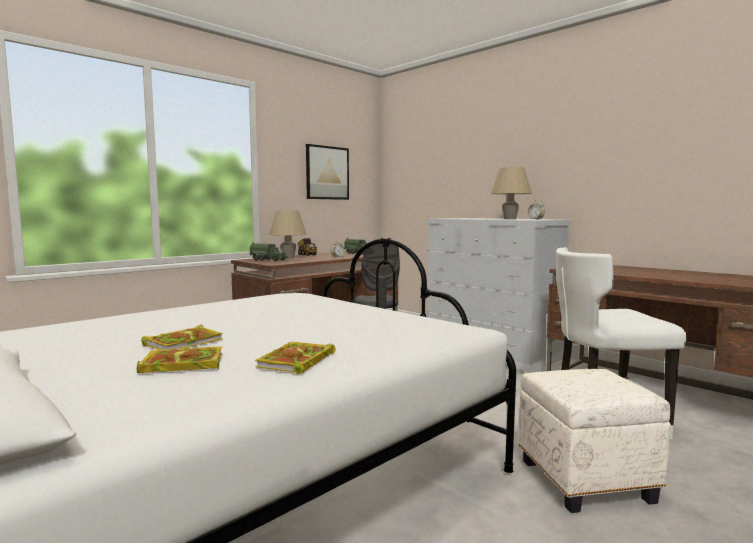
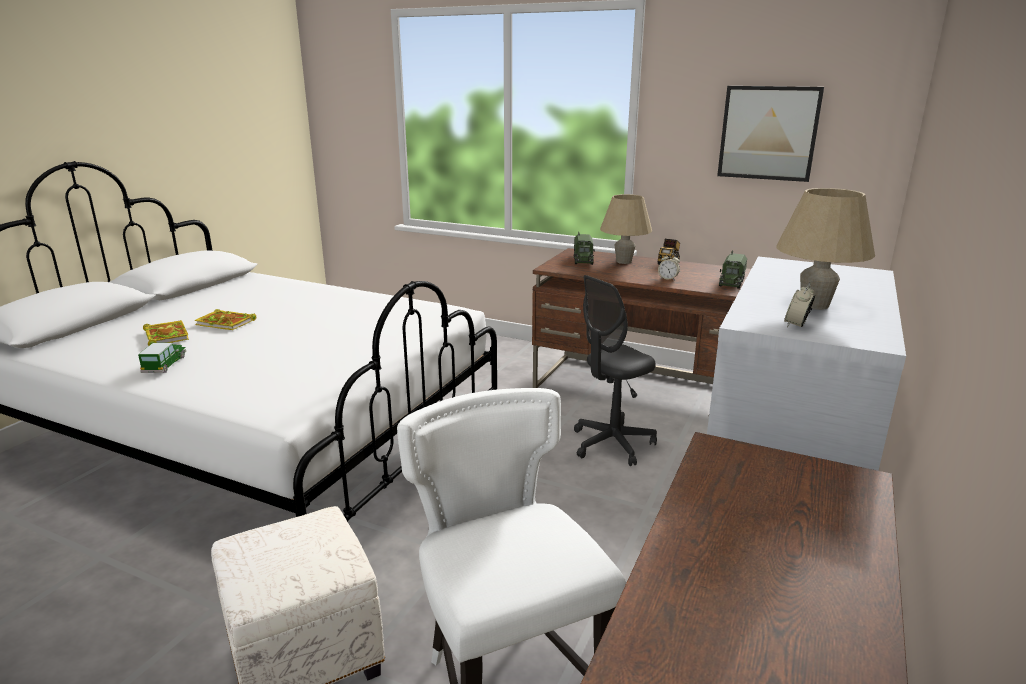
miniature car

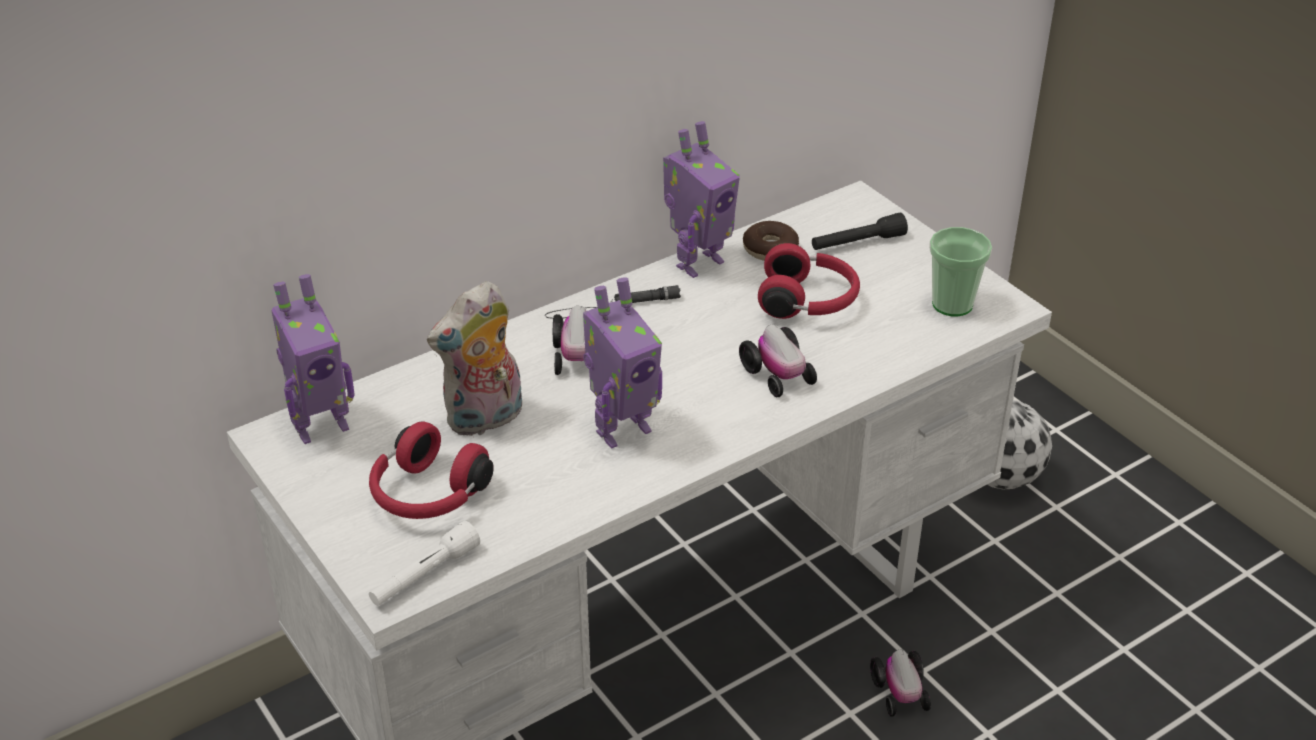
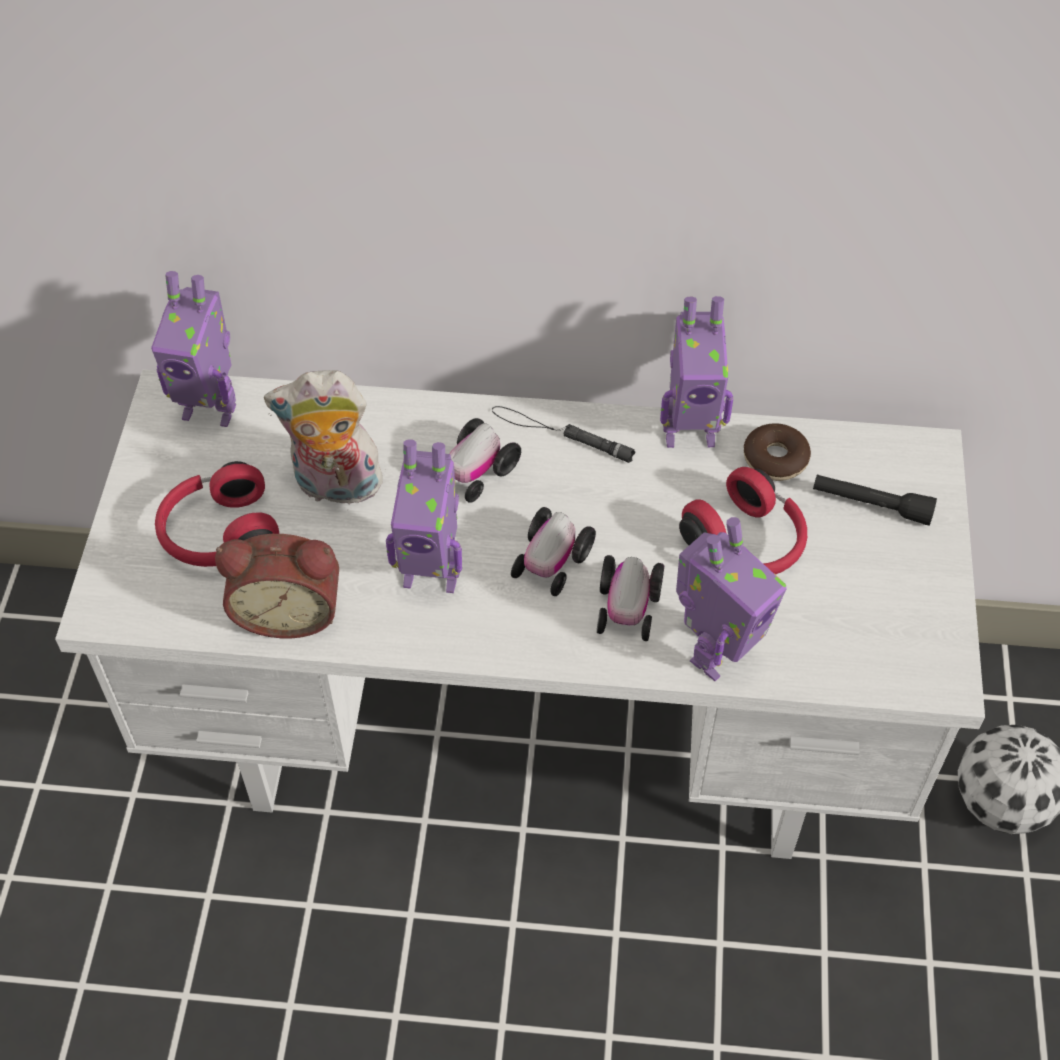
cup; whitish torch; miniature car (2nd from left); robot figure (4th from left); table clock

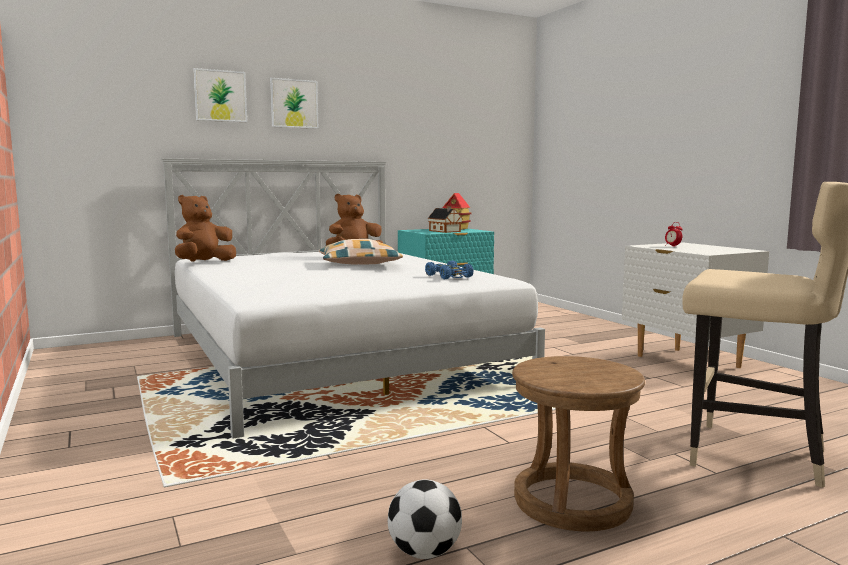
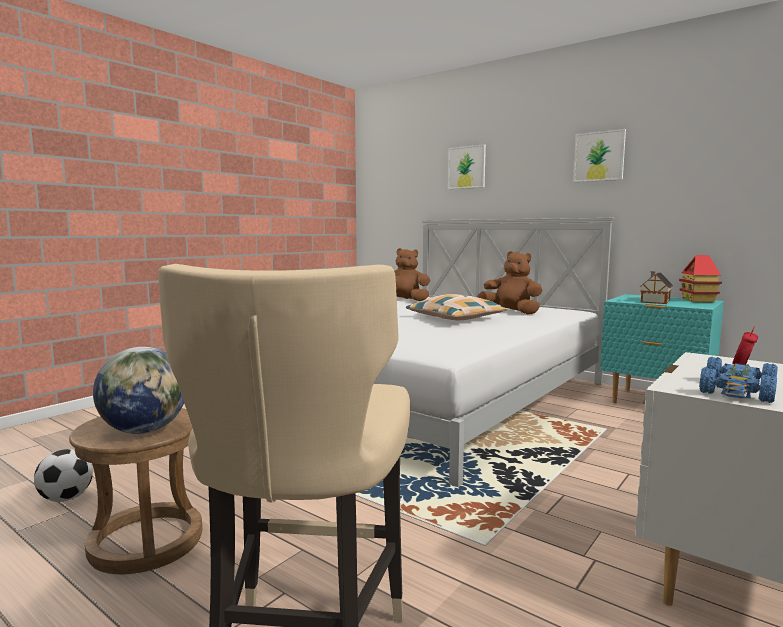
picture (2nd from left); blue-coloured miniature car; desk globe

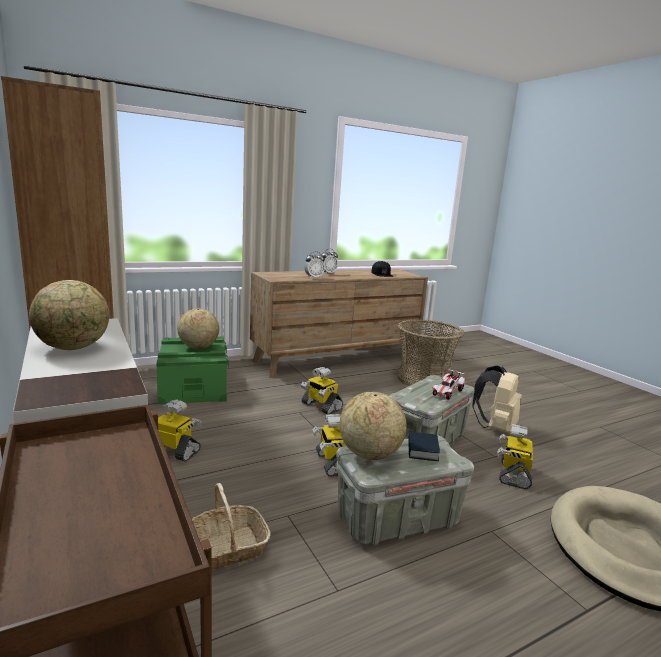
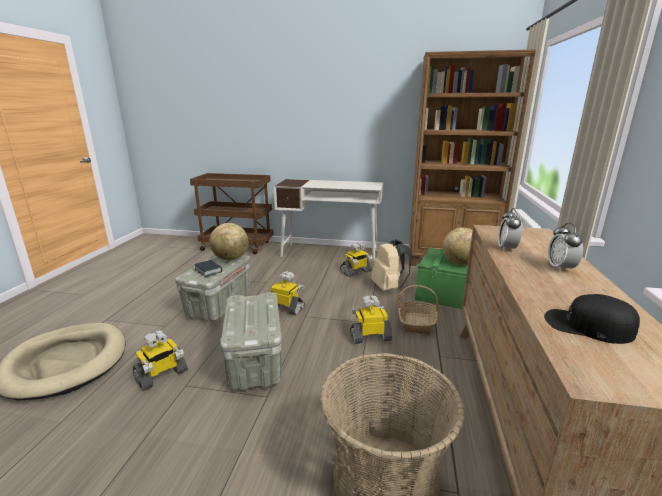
desk globe (1st from left in the first image); beige-coloured knapsack; miniature car; robot figure (1st from left); storage basket (2nd from left)

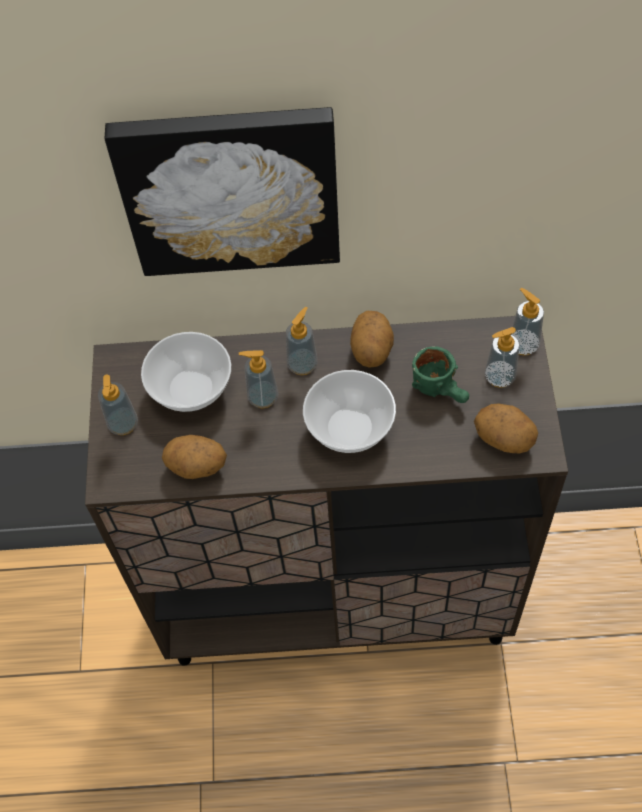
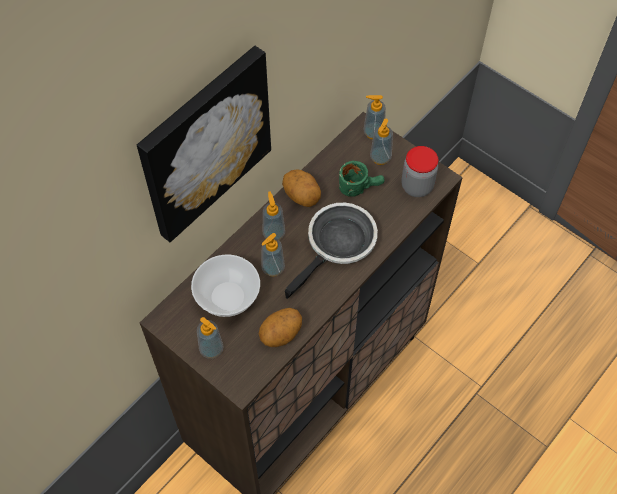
skillet; jar

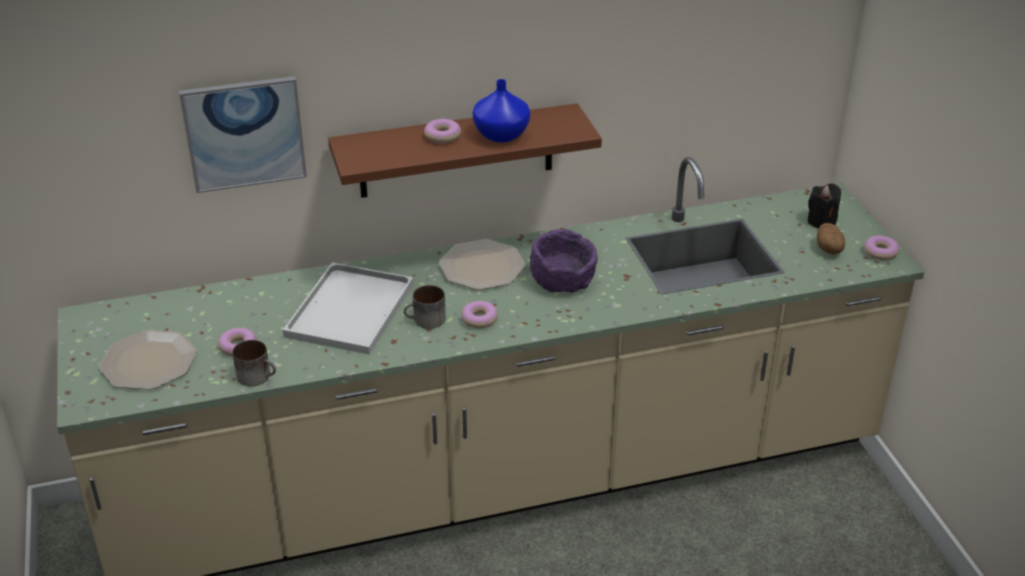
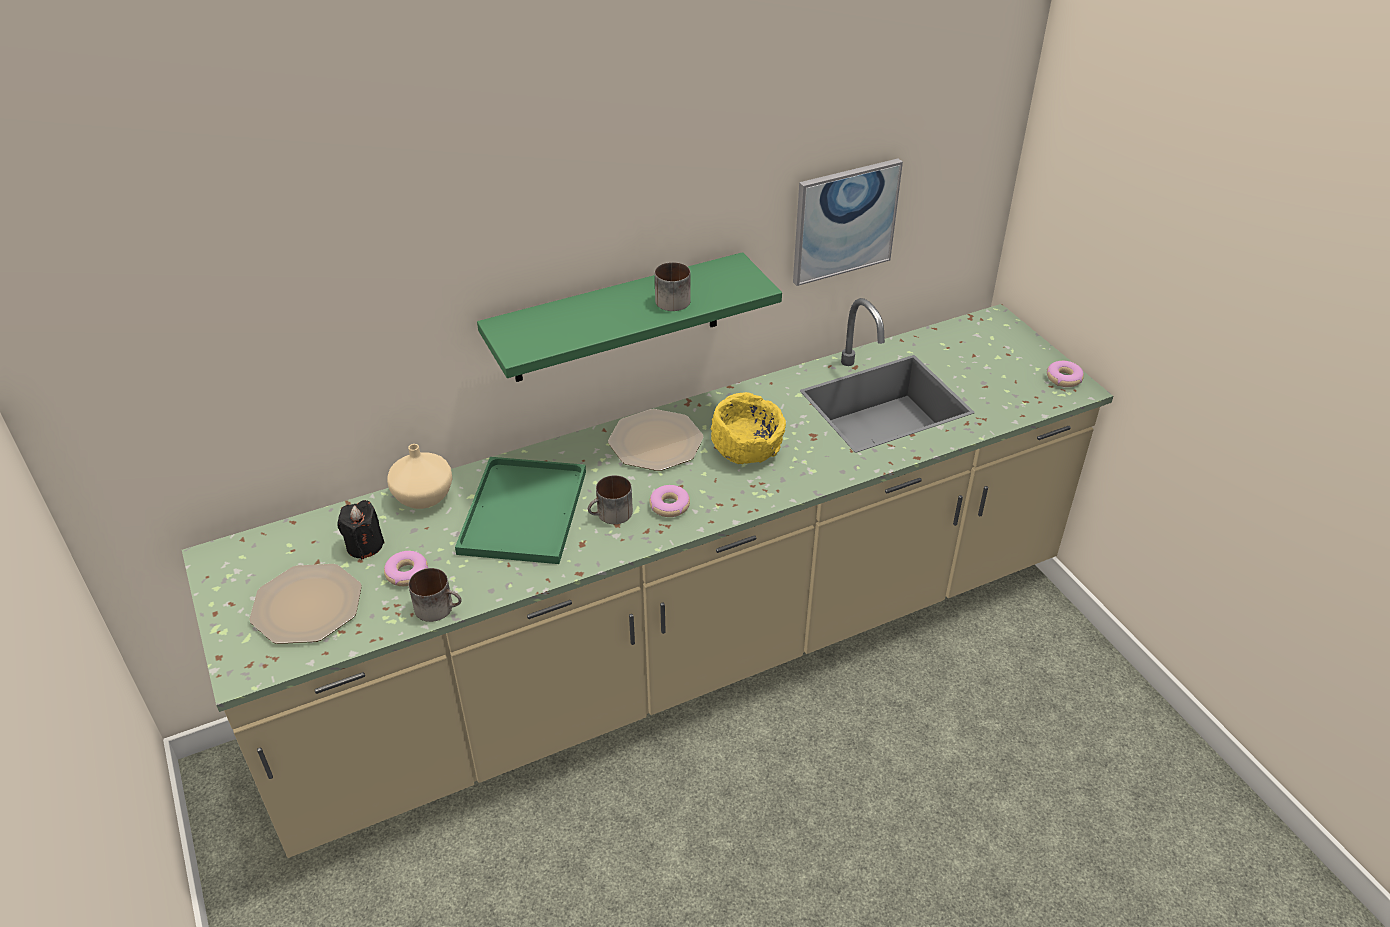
picture; coffee mug (3rd from left); green wall shelf; doughnut (2nd from left in the first image); black wax light; whole potato; yellow-coloured serving bowl; green carrying tray; beige-coloured decorative vase

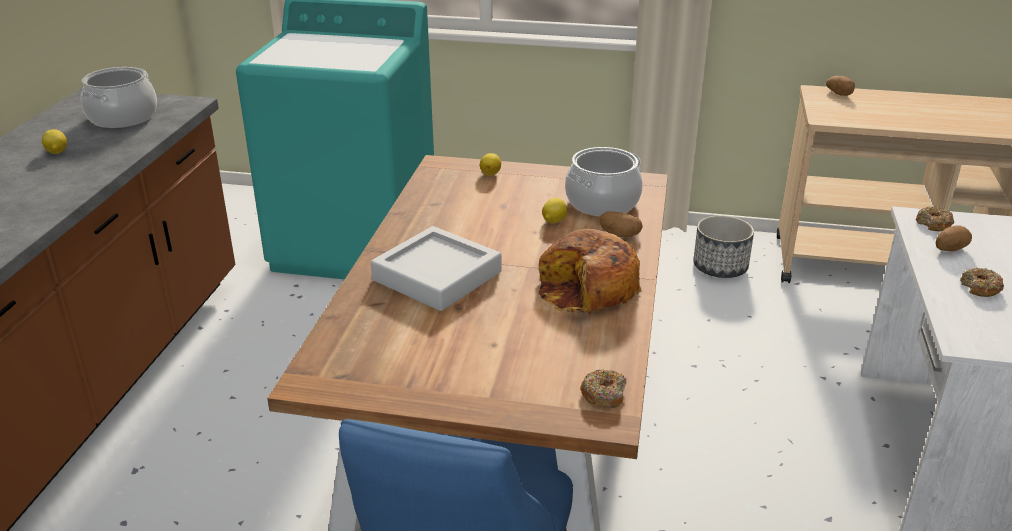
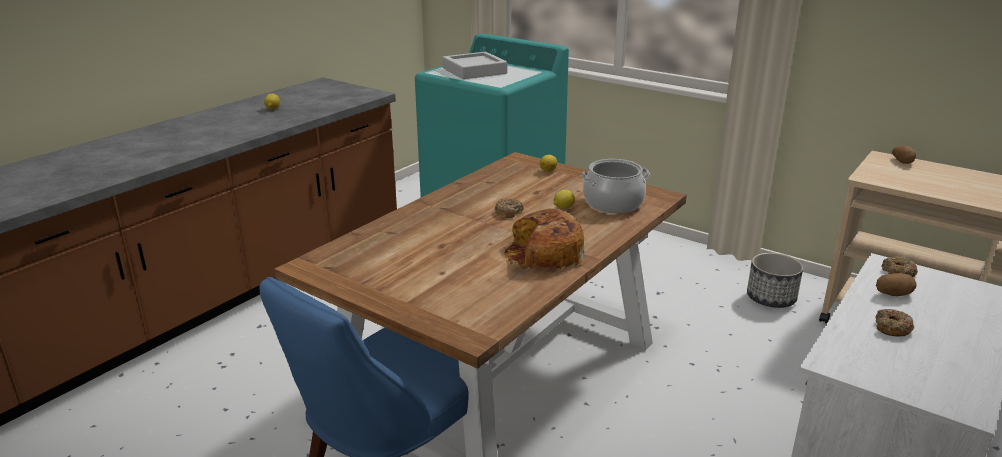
cooking pot (1st from left in the first image); whole potato (1st from left in the first image); gray carrying tray; doughnut (1st from left)

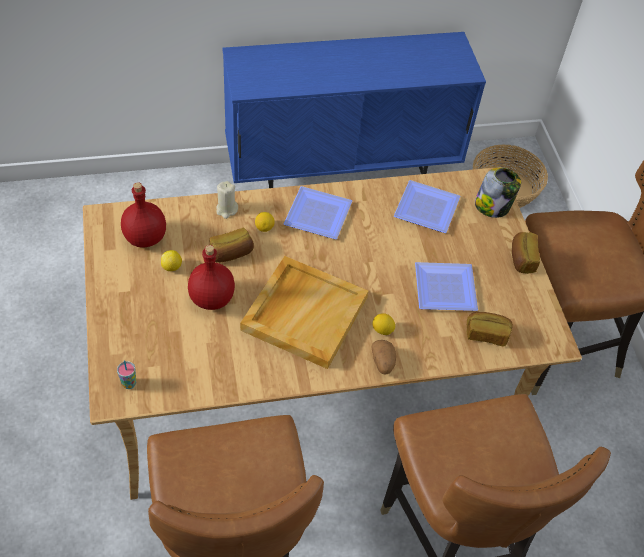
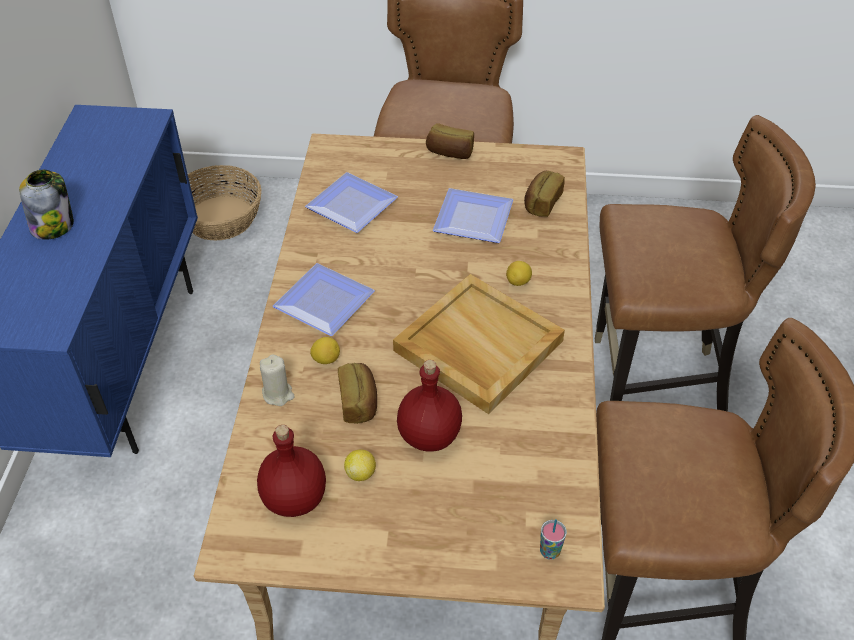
jar; whole potato

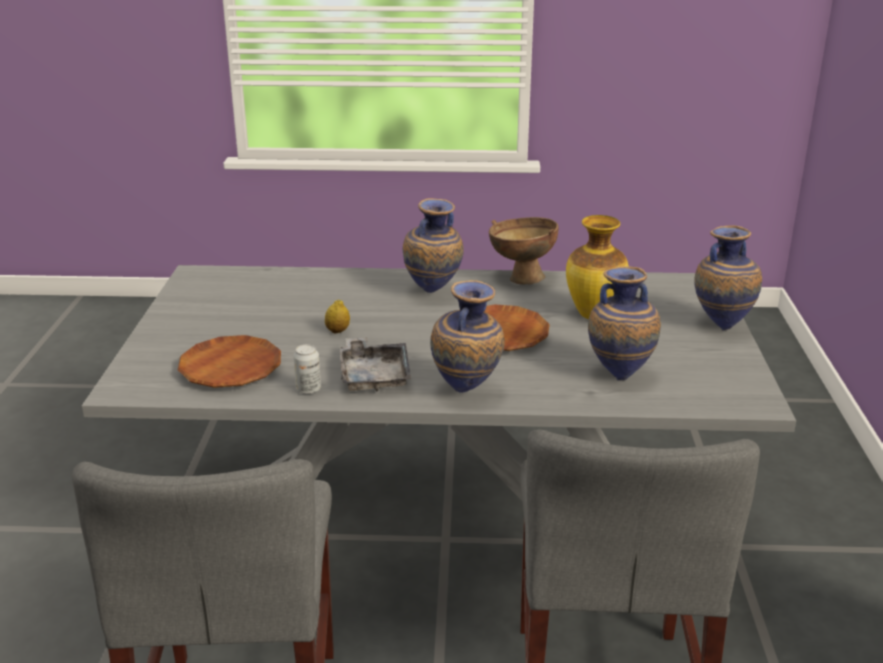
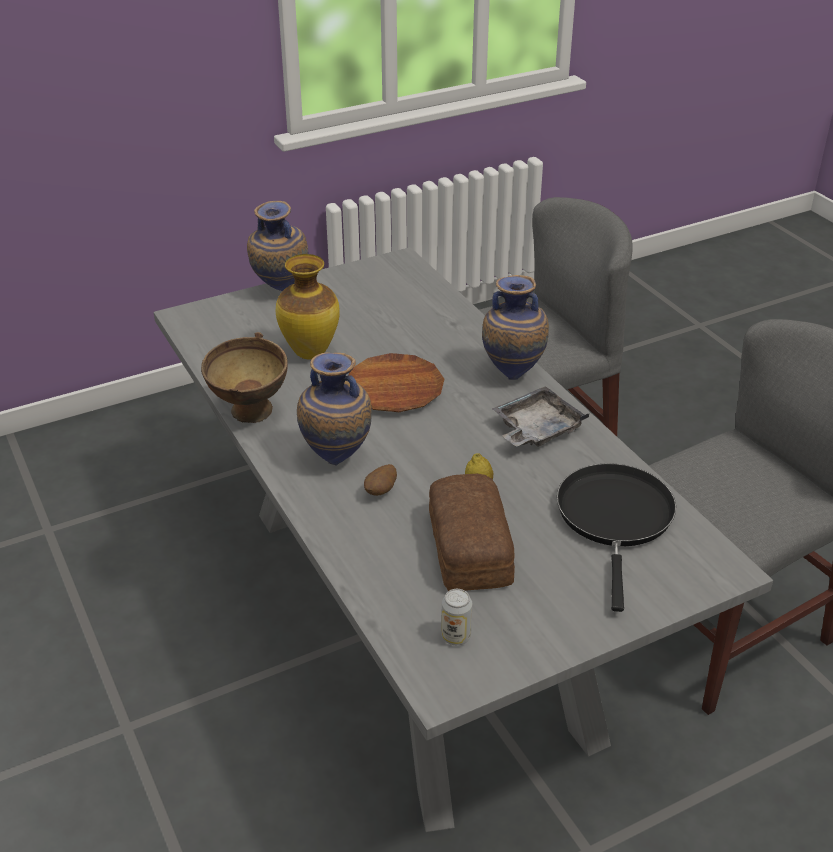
decorative vase (4th from left in the first image); black skillet; metal can; whole potato; bread

